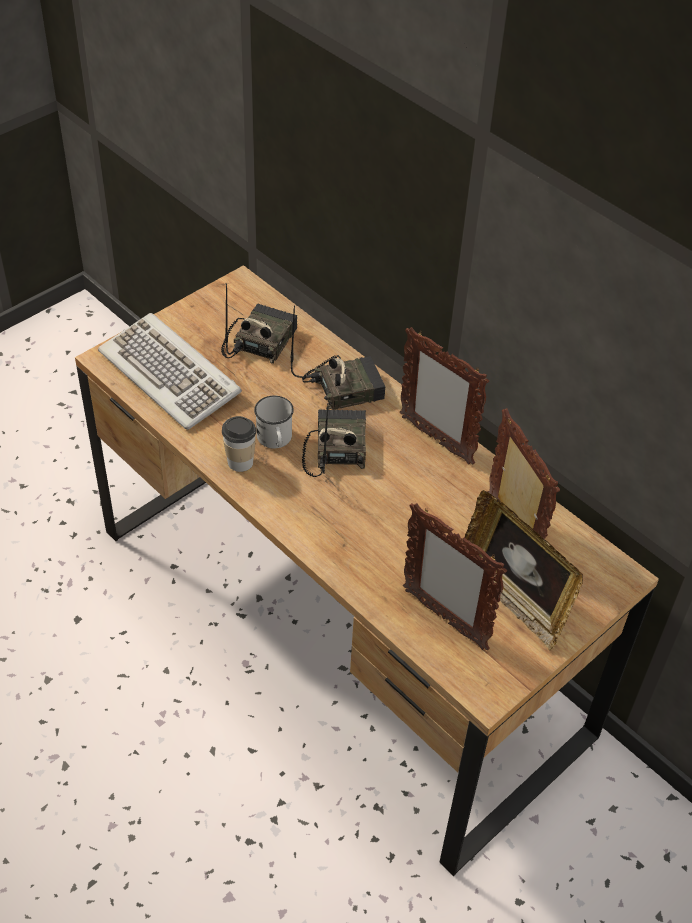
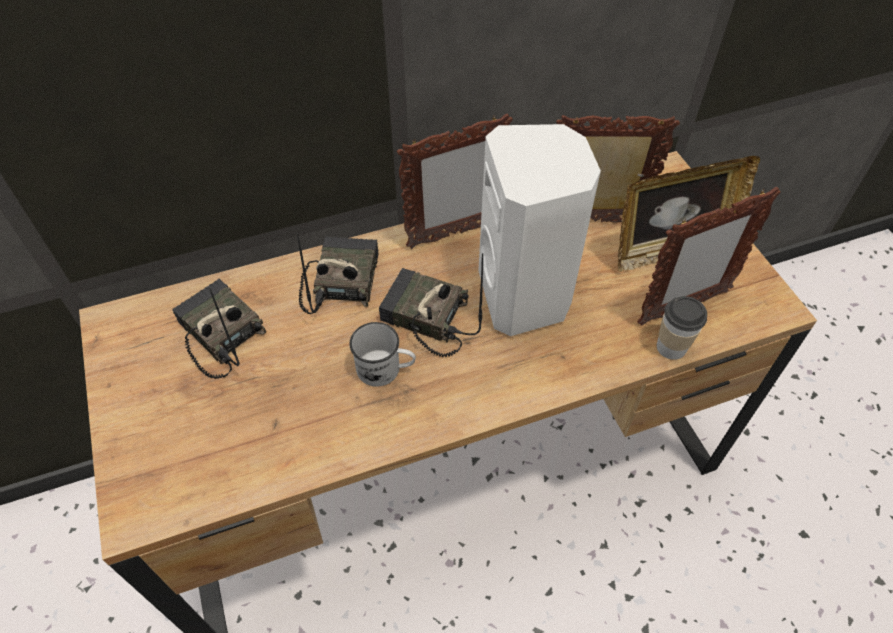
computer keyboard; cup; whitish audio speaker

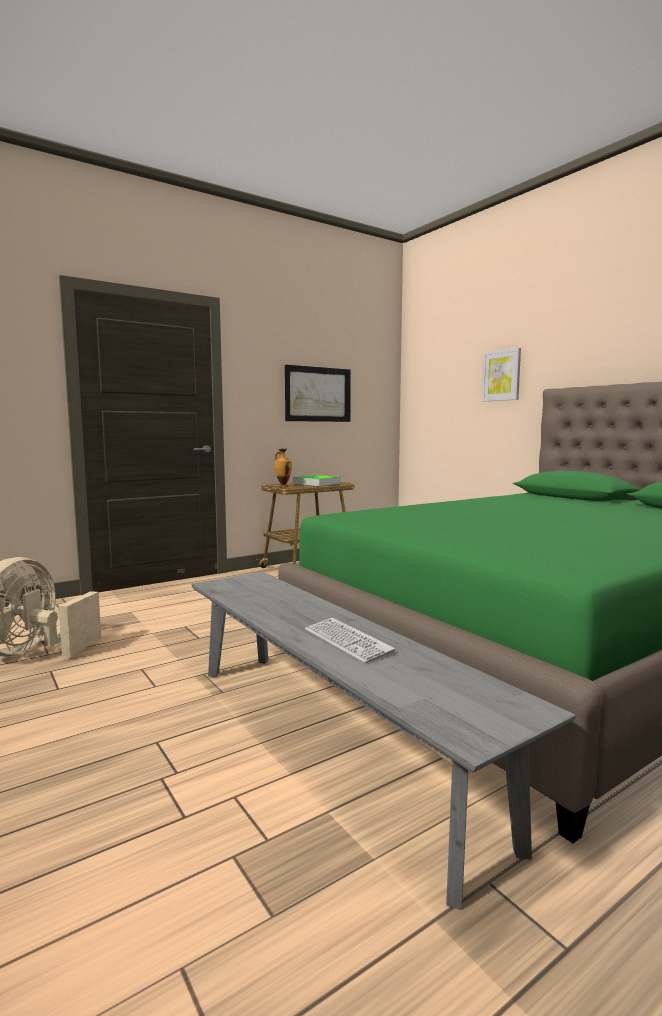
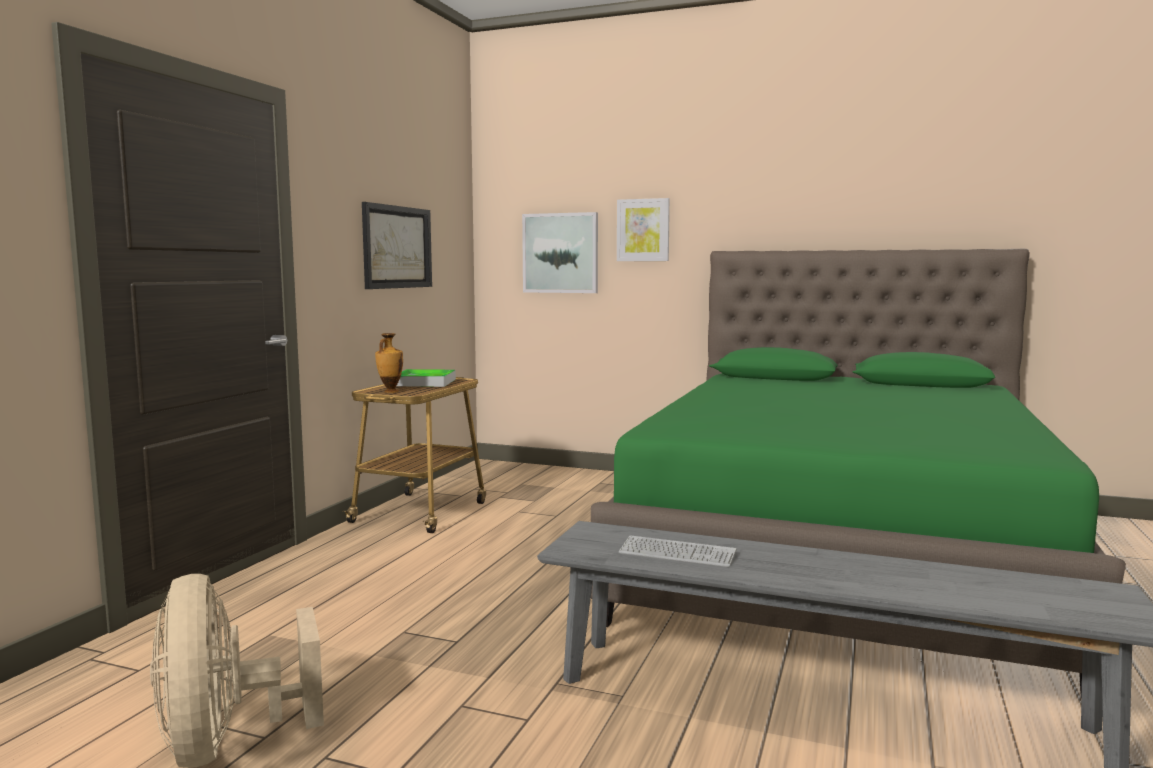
computer keyboard; picture (2nd from left)

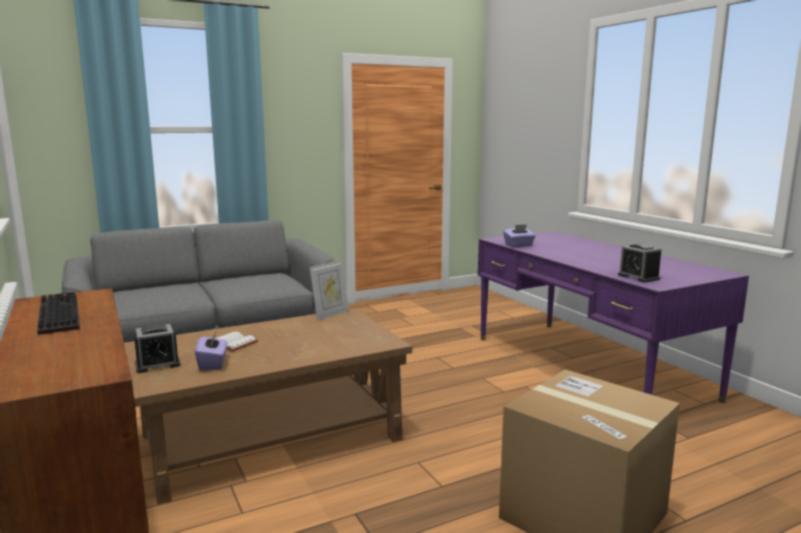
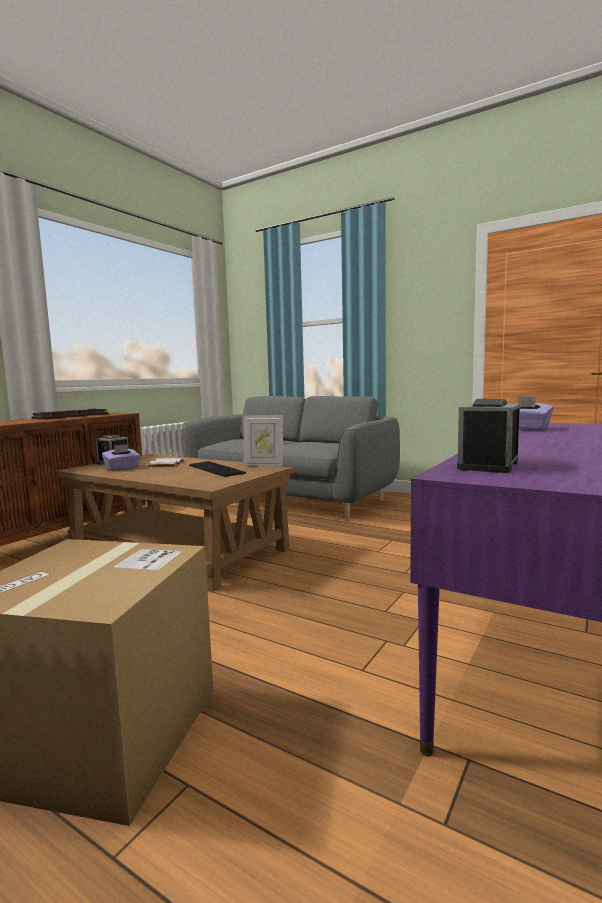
computer keyboard (2nd from left)

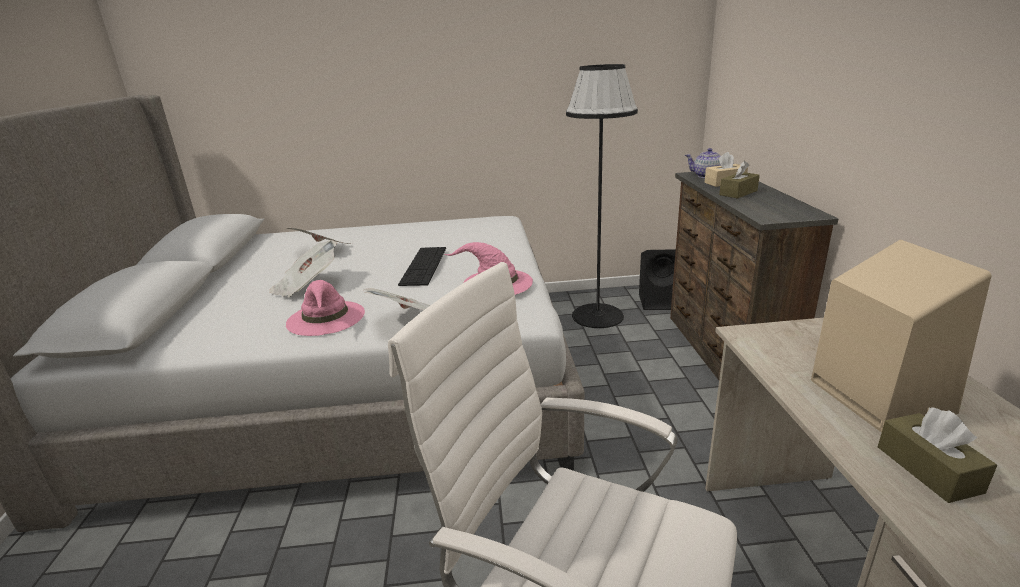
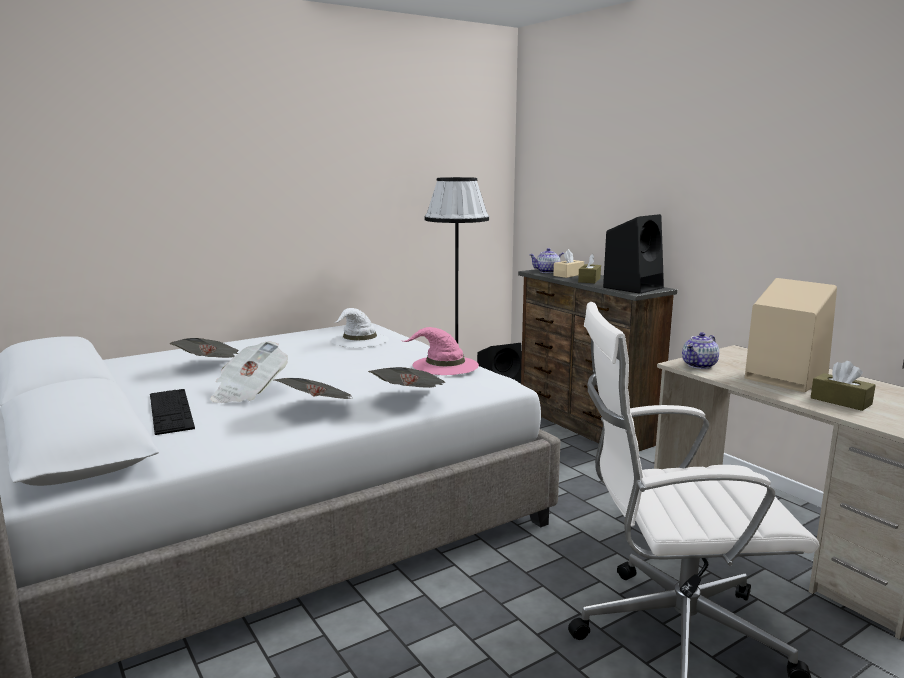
computer keyboard; daily paper (3rd from left); black audio speaker (2nd from left); whitish clothing hat; pot for tea (2nd from left)

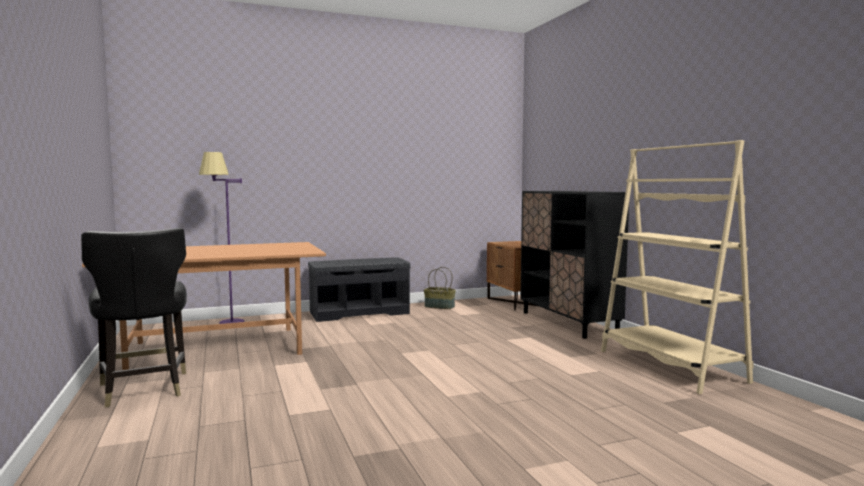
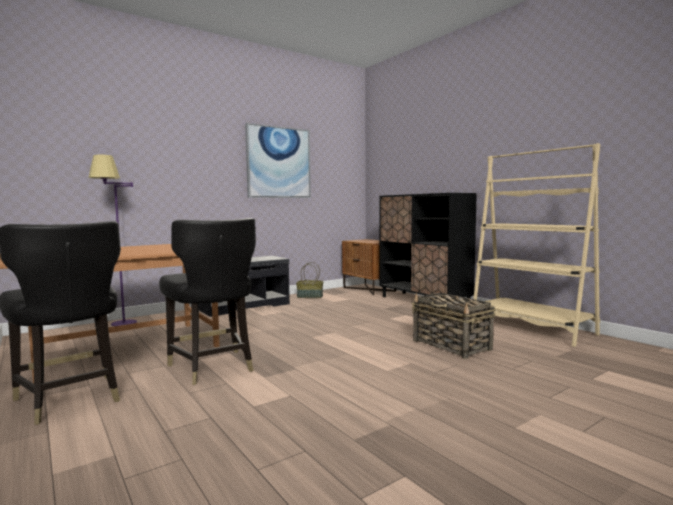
picture; black upright chair (2nd from left); storage basket (2nd from left)

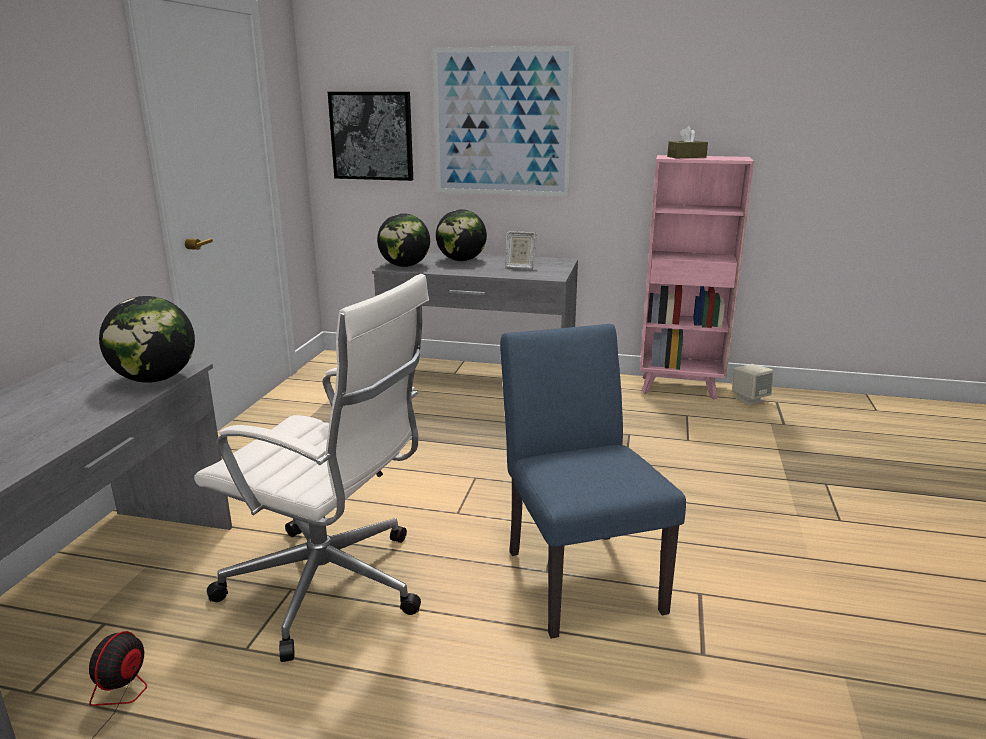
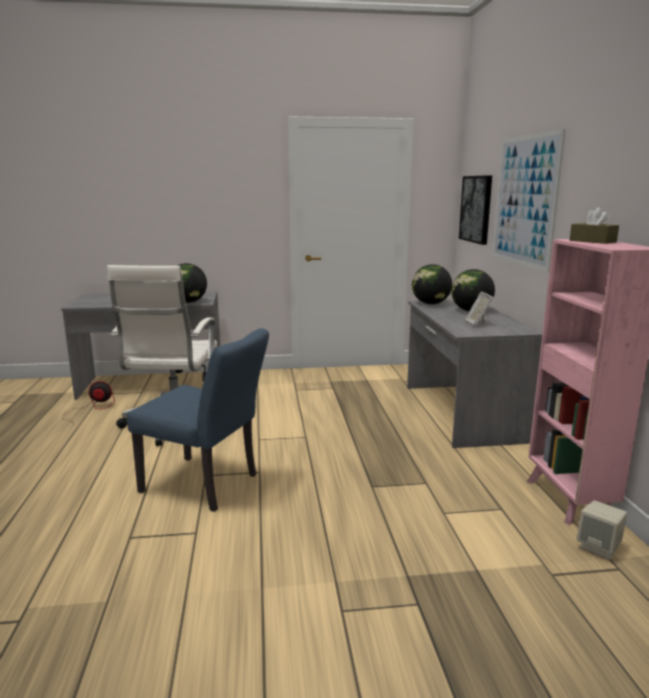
blue-coloured upright chair

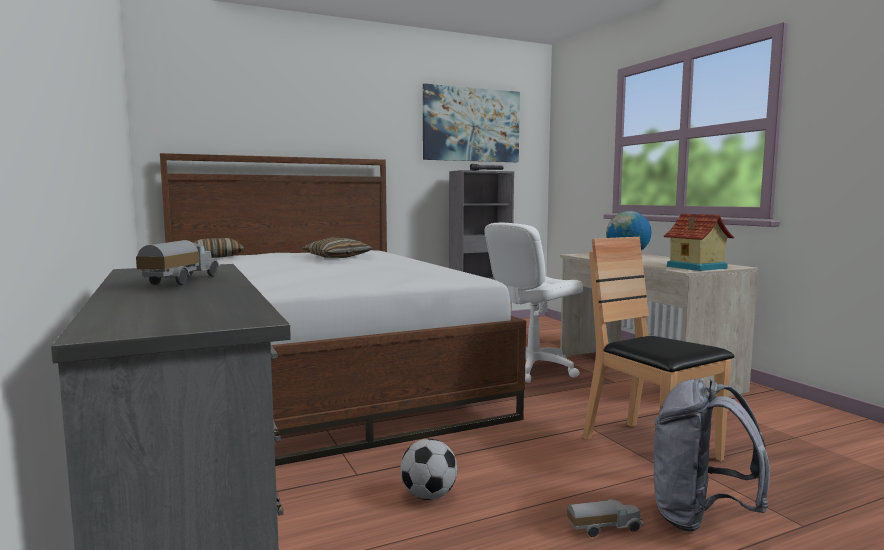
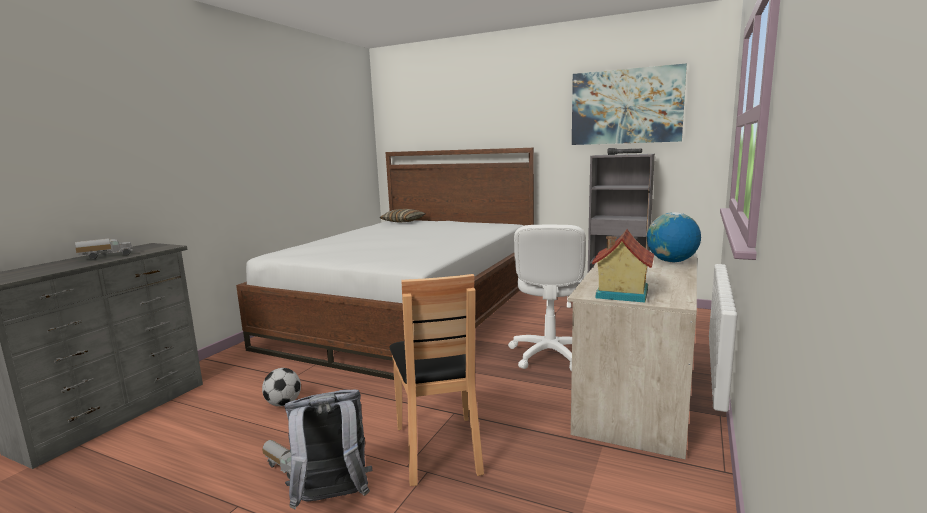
whitish computer chair; brown upright chair; cushion (2nd from left in the first image)

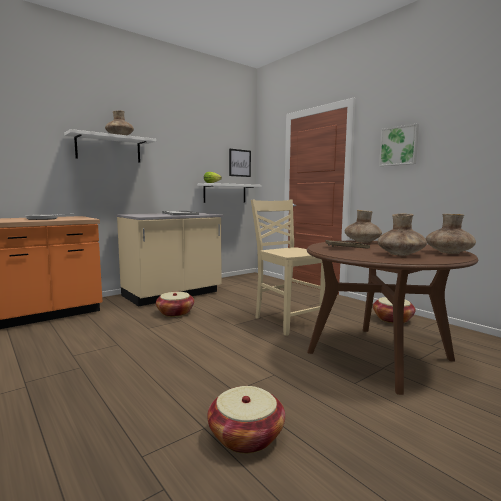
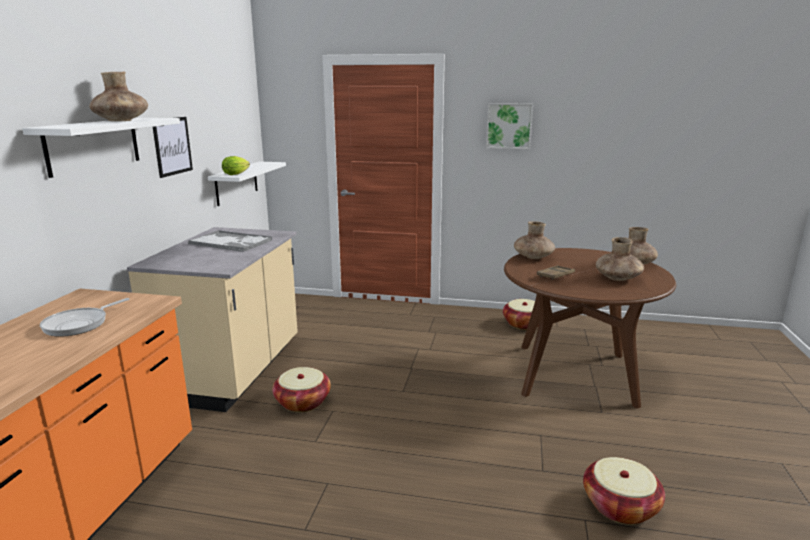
picture (1st from left); beige-coloured upright chair

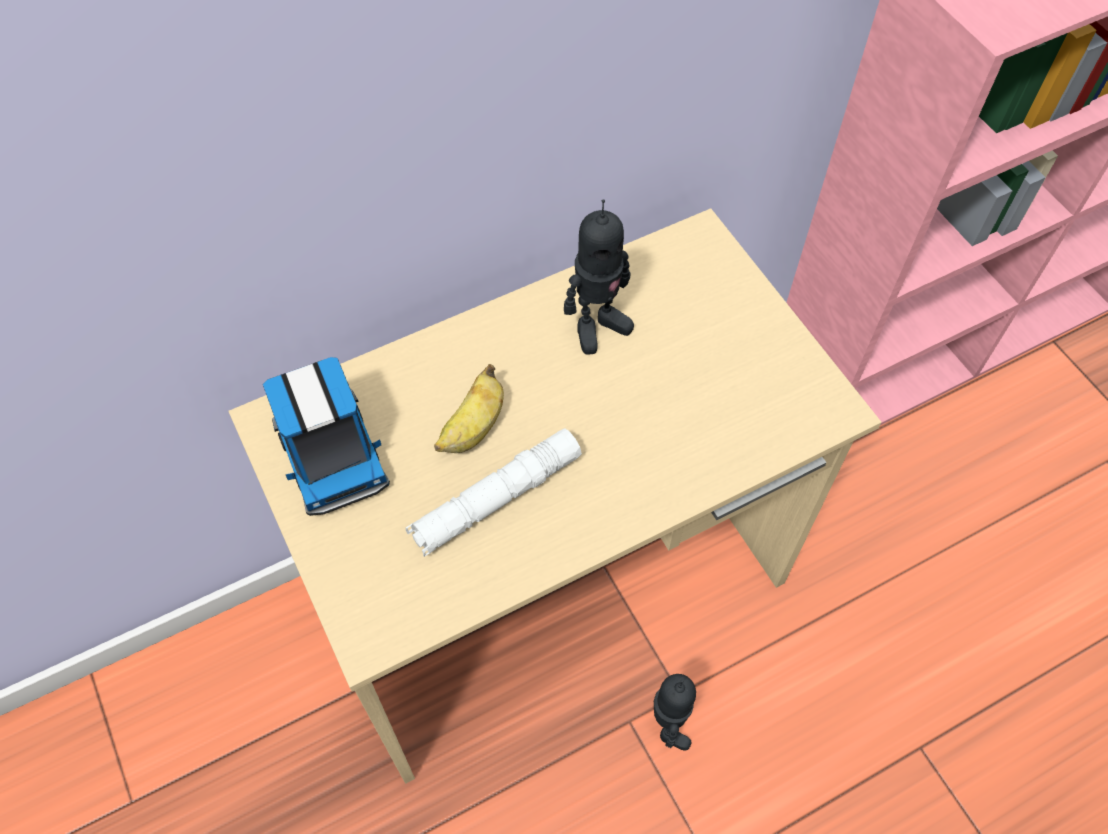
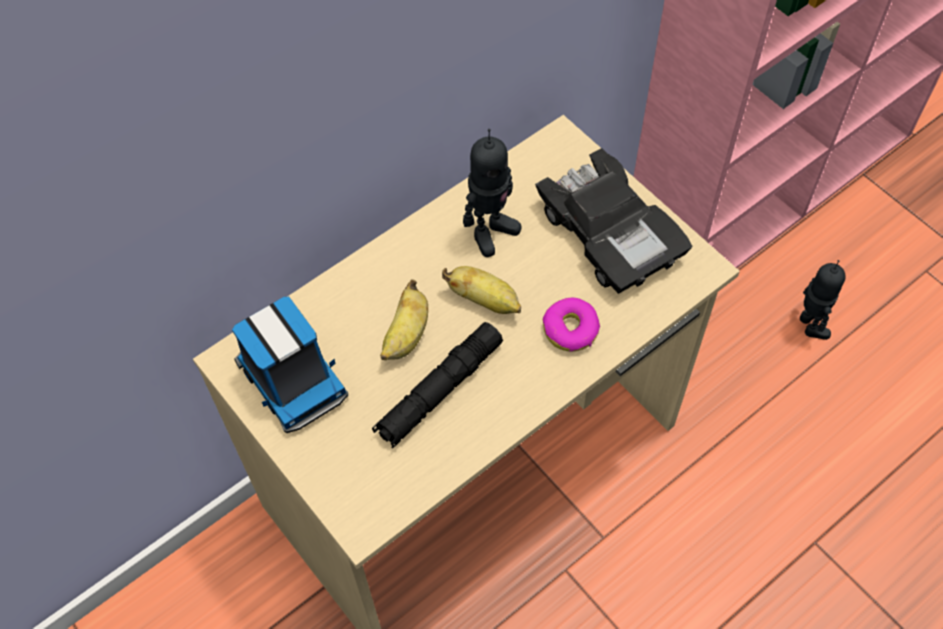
black torch; robot figure (2nd from left); black miniature car; banana fruit (2nd from left); doughnut

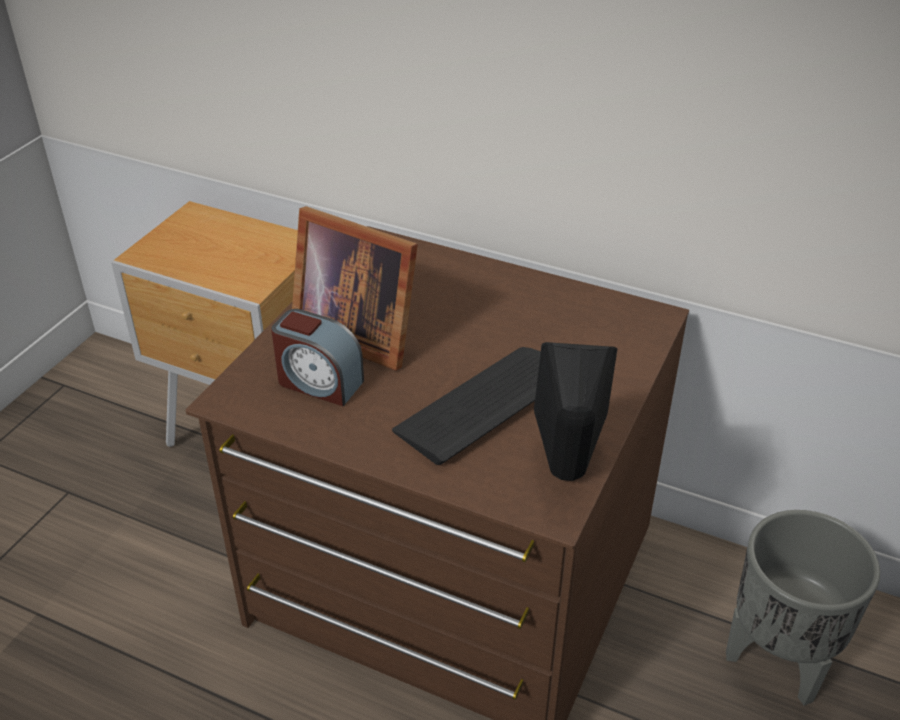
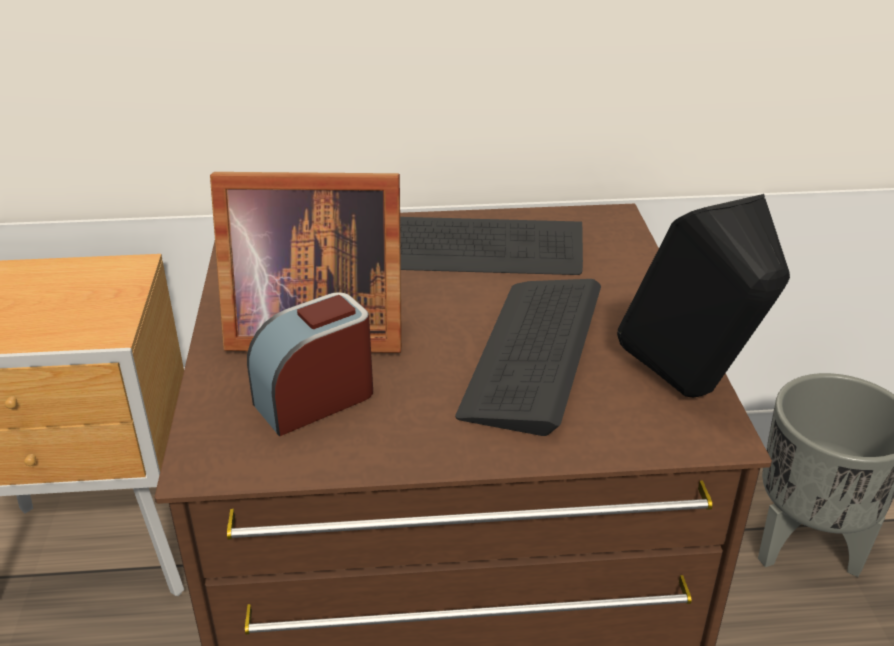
table clock; computer keyboard (1st from left)

